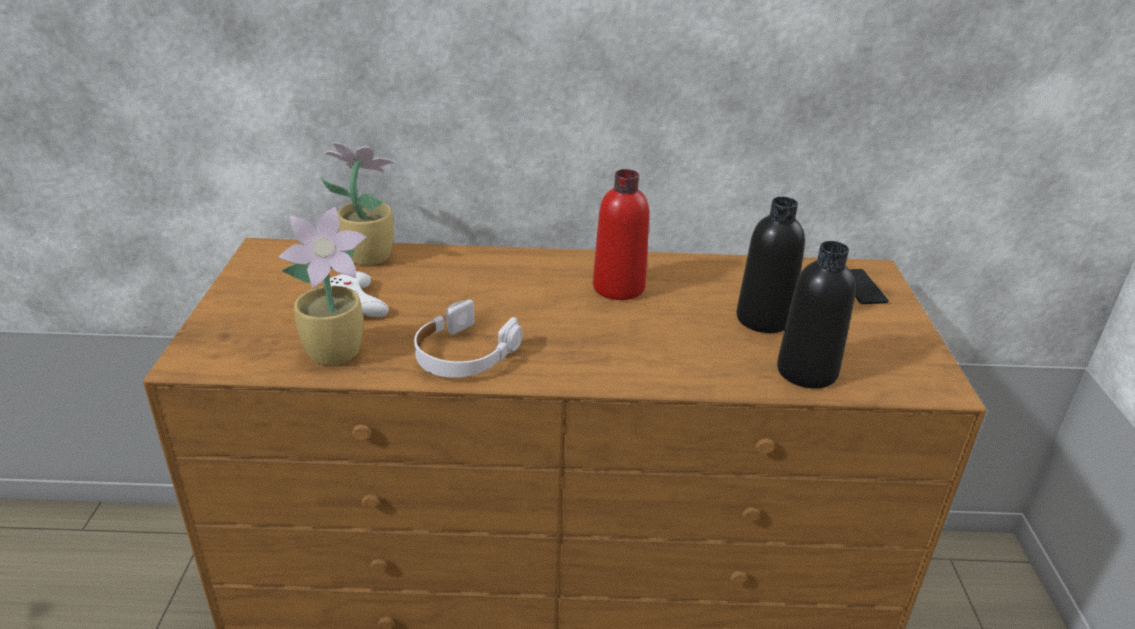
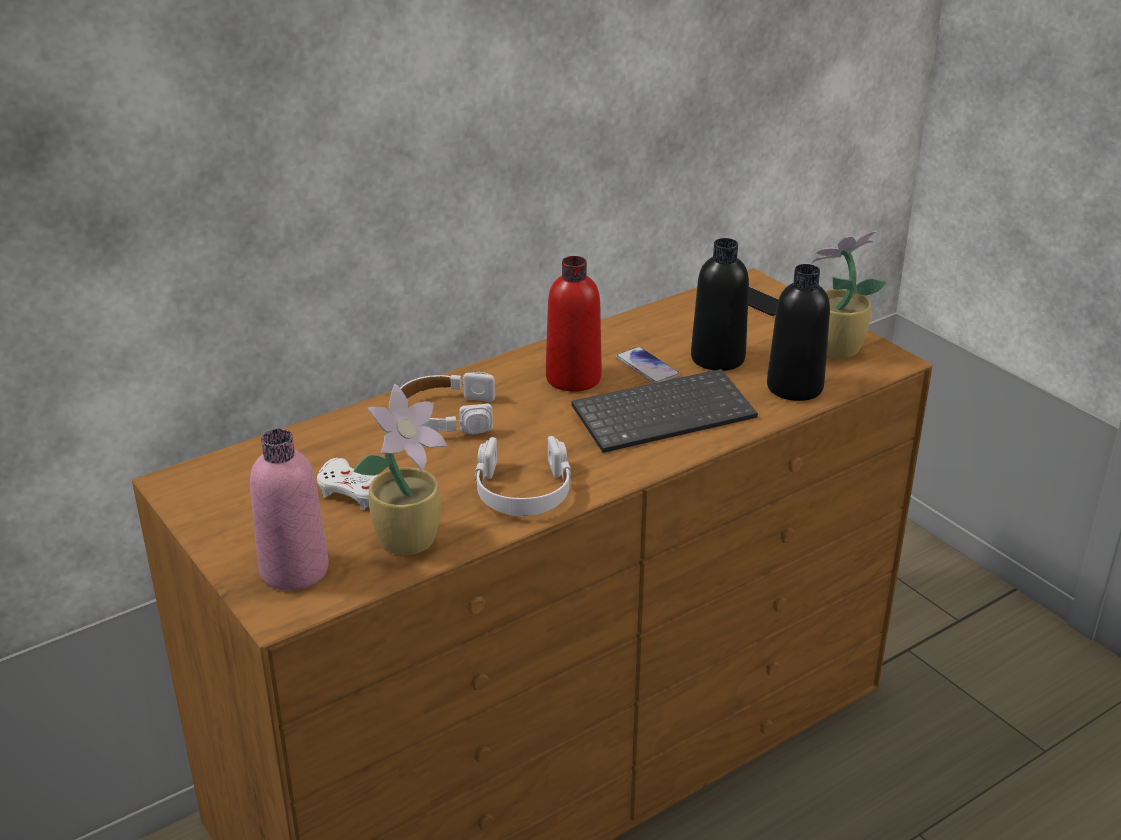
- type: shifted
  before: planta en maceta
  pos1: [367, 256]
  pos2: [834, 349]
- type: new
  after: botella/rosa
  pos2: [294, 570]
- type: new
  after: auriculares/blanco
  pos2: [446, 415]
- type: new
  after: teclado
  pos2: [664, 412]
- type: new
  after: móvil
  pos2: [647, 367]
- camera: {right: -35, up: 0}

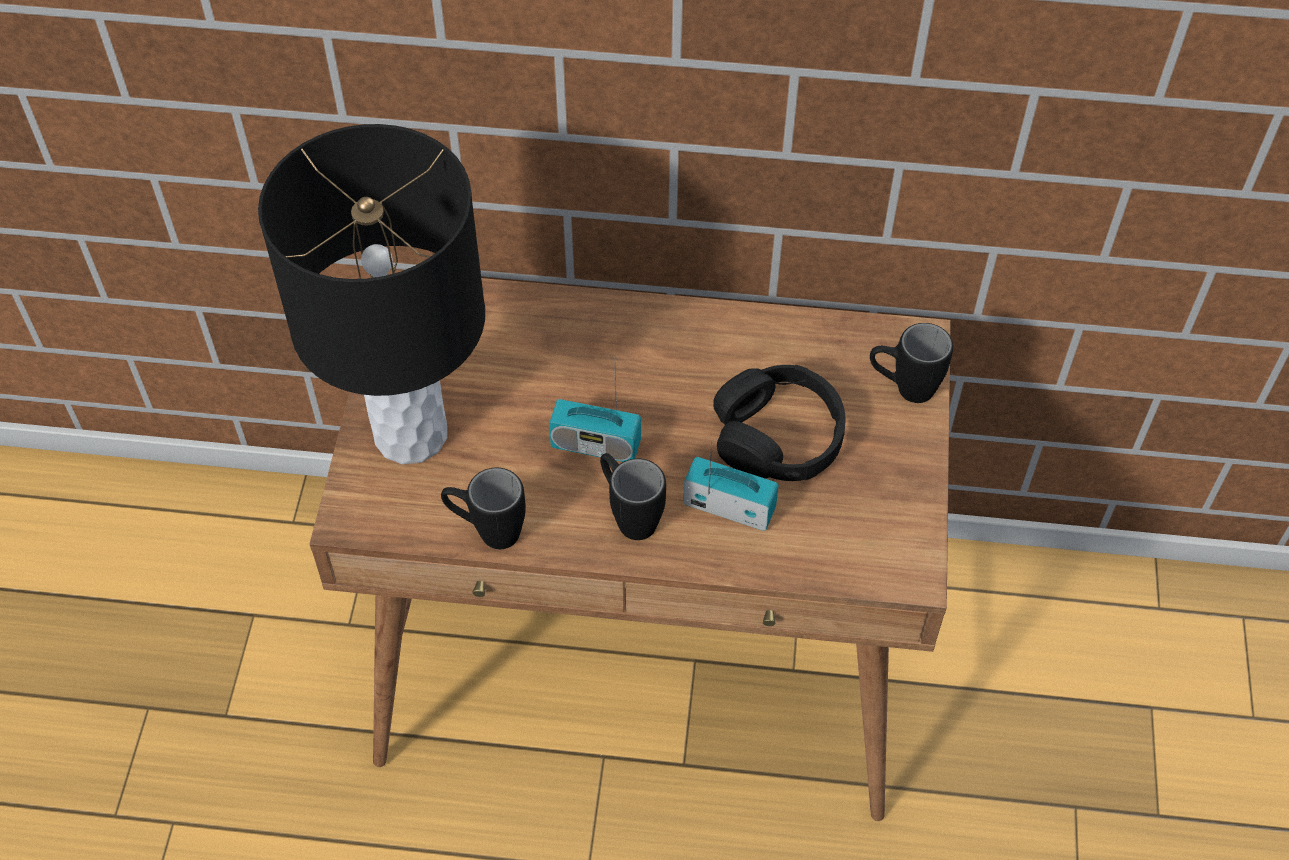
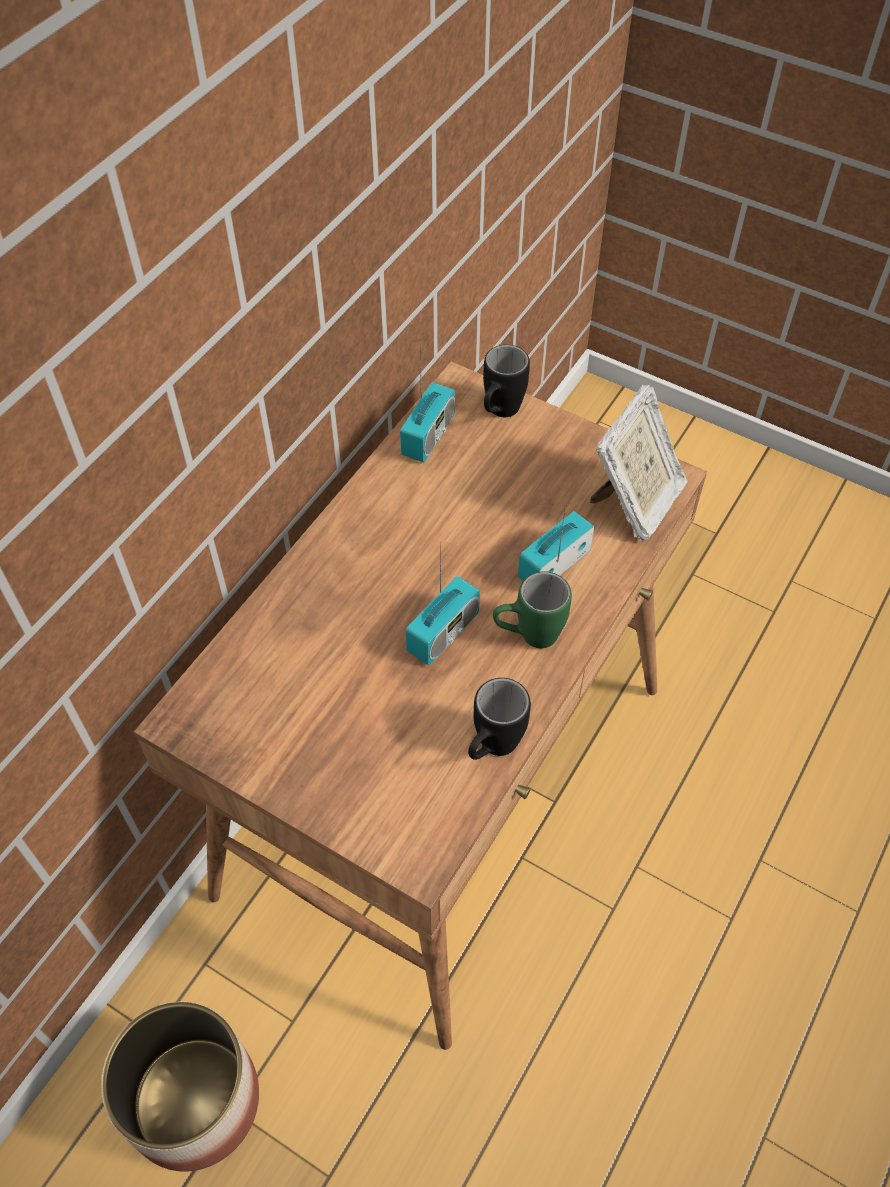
- type: gone
  before: lámpara de mesa/negro
  pos1: [412, 435]
- type: repainted
  before: taza grande/negro
  after: taza grande/verde
  pos1: [629, 515]
  pos2: [528, 636]
- type: gone
  before: auriculares/negro
  pos1: [778, 437]
- type: new
  after: maceta
  pos2: [193, 1100]
- type: new
  after: radio
  pos2: [428, 436]
- type: new
  after: portarretratos
  pos2: [635, 503]
- camera: {right: -65, up: 0}

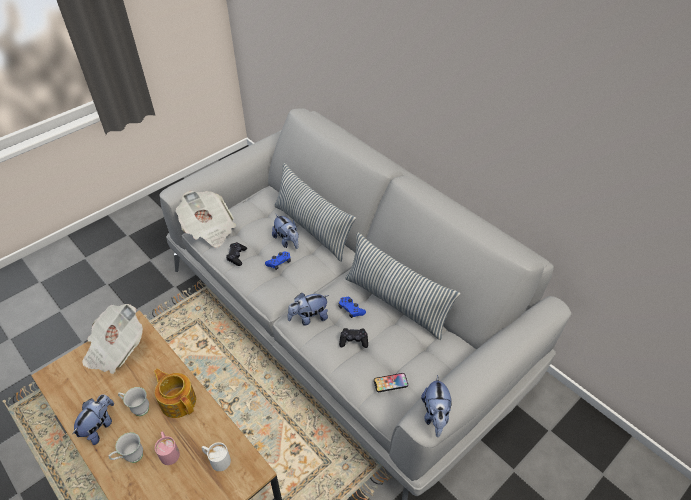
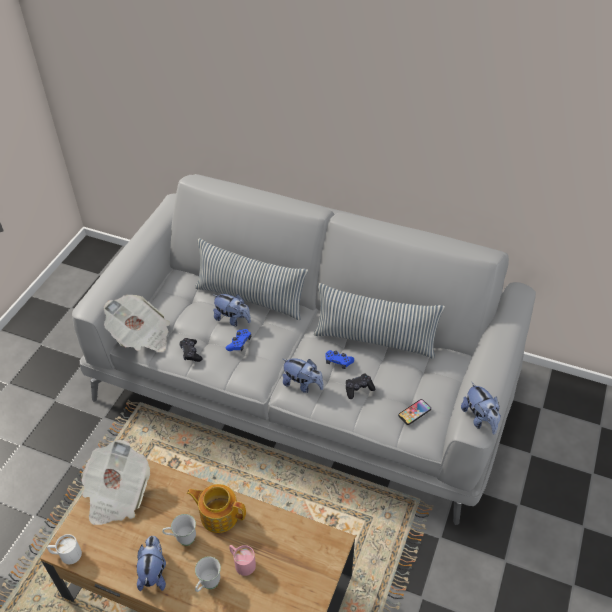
- type: shifted
  before: taza grande/blanco
  pos1: [216, 460]
  pos2: [66, 555]
- type: rotated
  before: peluche
  pos1: [309, 318]
  pos2: [302, 384]
  turn: -105
- camera: {right: -25, up: 0}

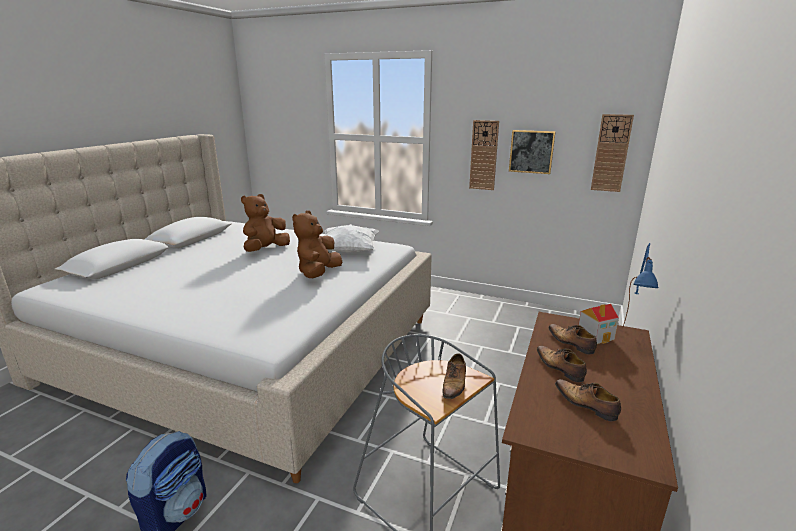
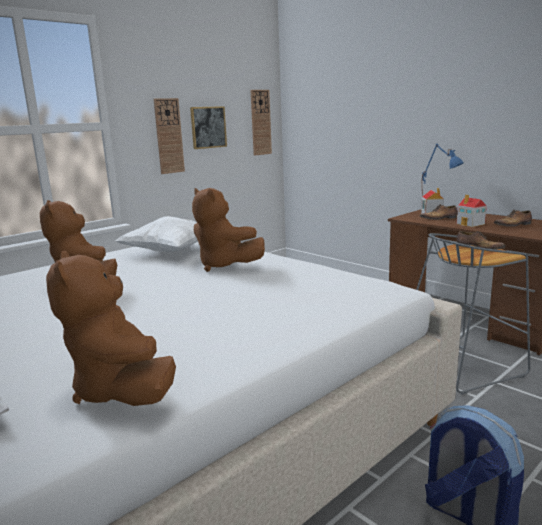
- type: swapped
  before: zapato
  after: casita
  pos1: [559, 368]
  pos2: [471, 224]
- type: new
  after: peluche/marrón
  pos2: [122, 390]
- camera: {right: -65, up: -5}

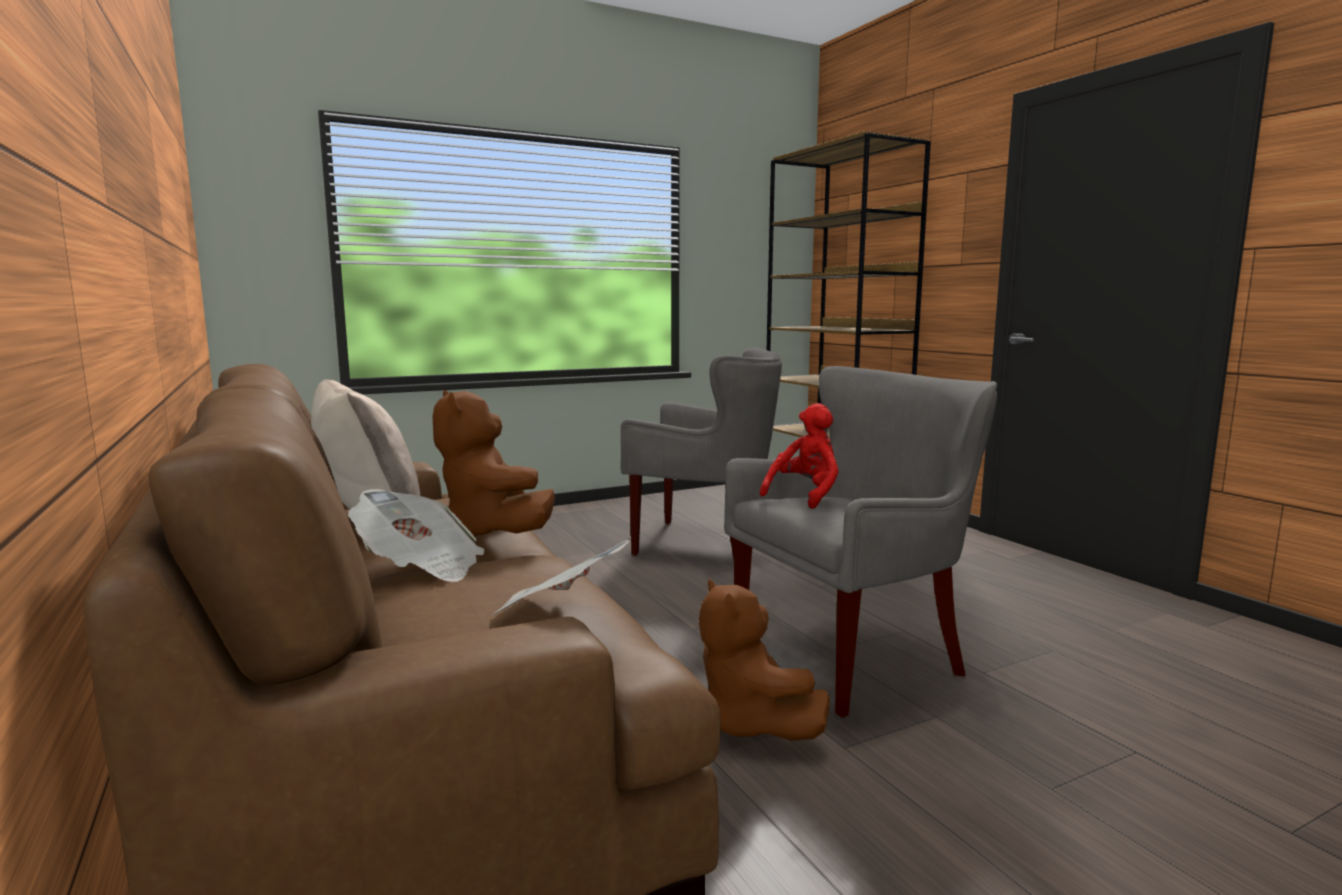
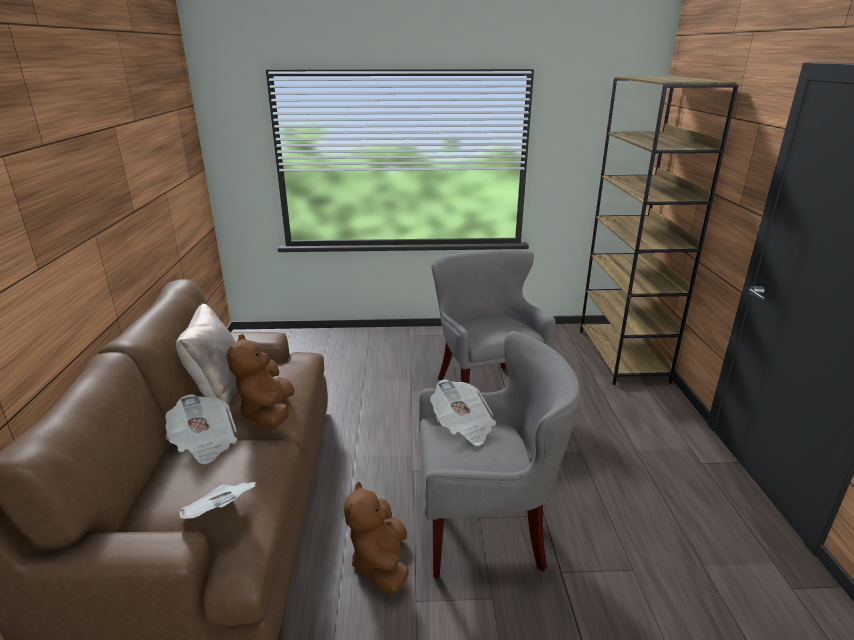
- type: rotated
  before: sillón/gris
  pos1: [704, 543]
  pos2: [485, 389]
  turn: -150
- type: swapped
  before: peluche/rojo
  after: periódico
  pos1: [805, 495]
  pos2: [463, 426]
- camera: {right: 25, up: 15}

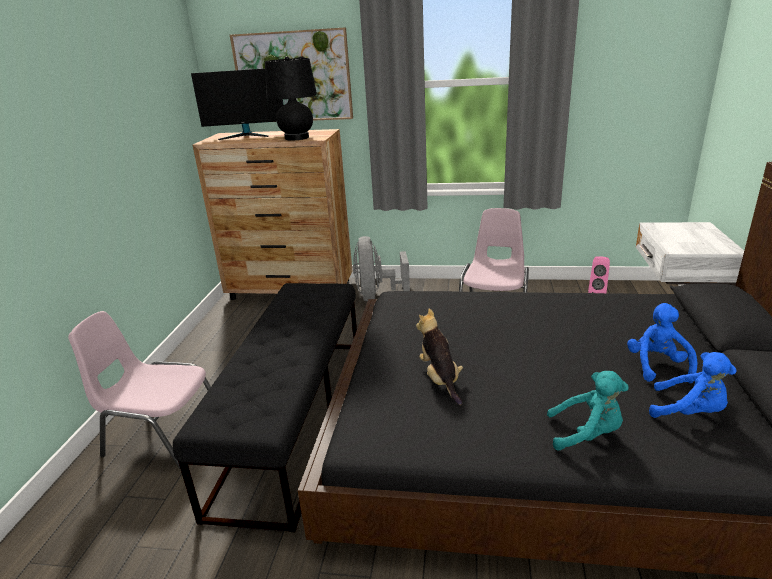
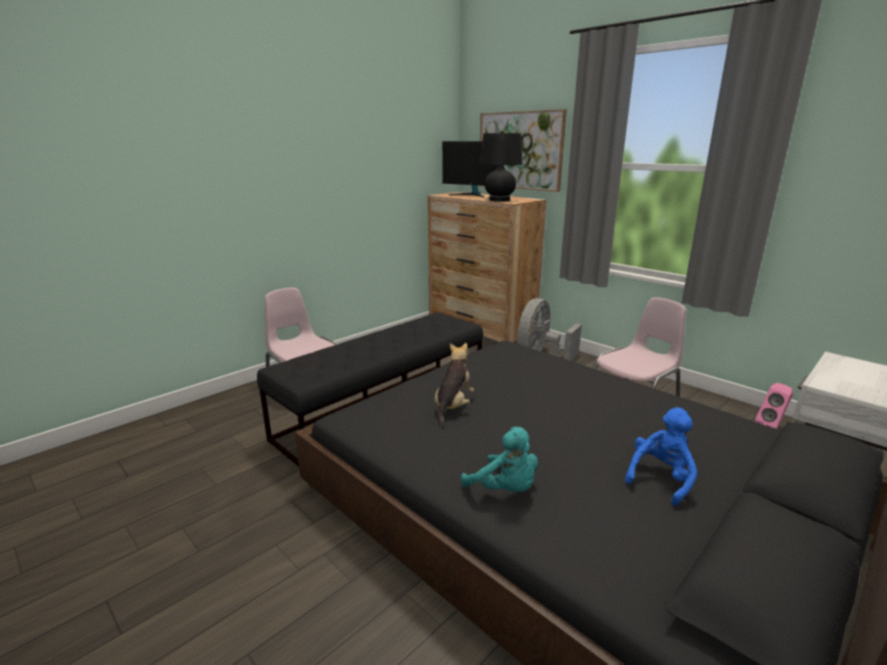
- type: gone
  before: peluche/azul
  pos1: [689, 412]
- camera: {right: 35, up: -5}

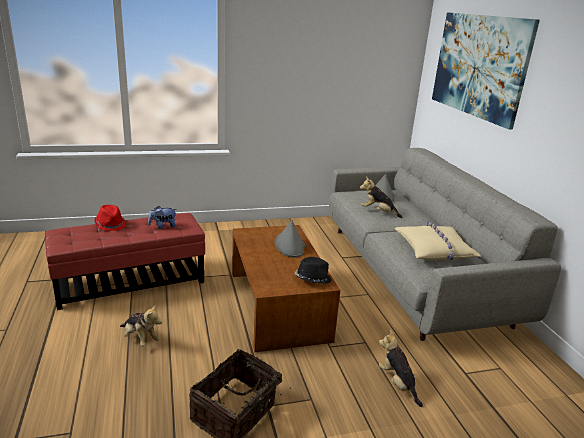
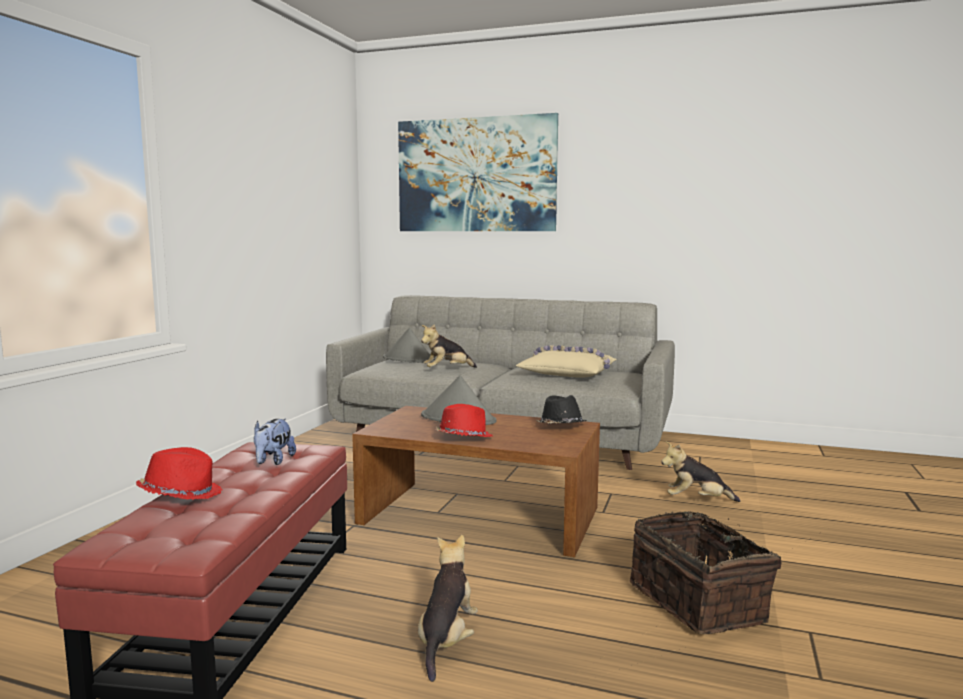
- type: rotated
  before: peluche
  pos1: [140, 338]
  pos2: [446, 641]
  turn: -60
- type: new
  after: sombrero/rojo
  pos2: [463, 438]
- camera: {right: -55, up: -15}

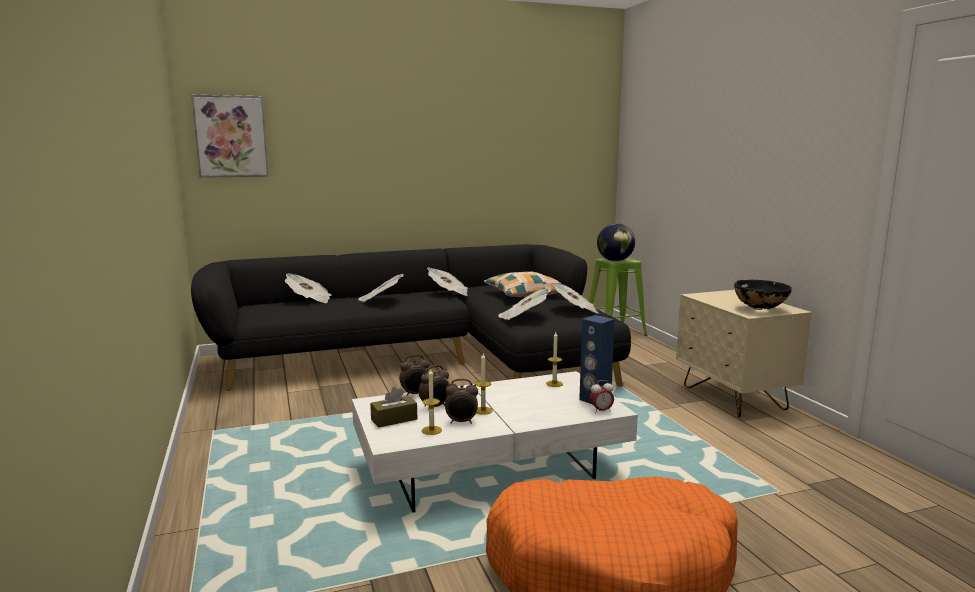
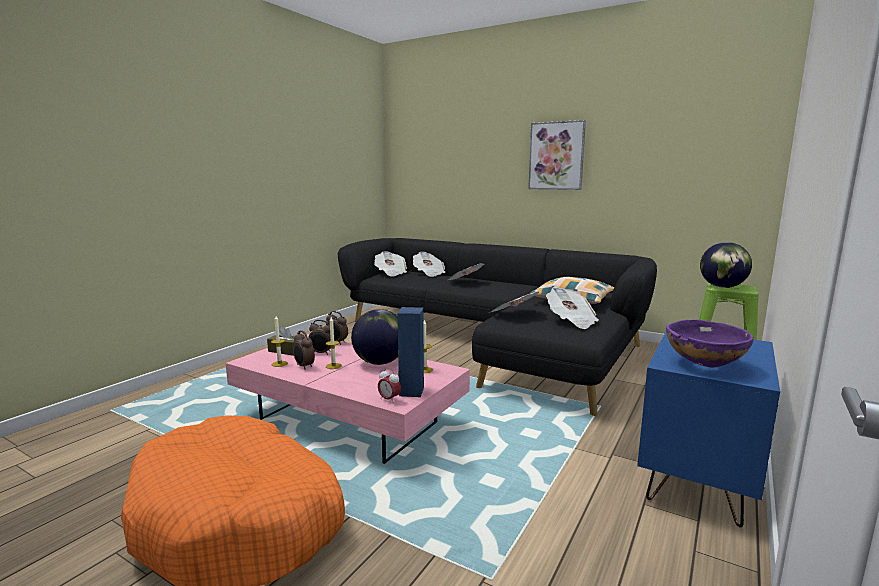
- type: shifted
  before: cuadro
  pos1: [231, 136]
  pos2: [556, 156]
- type: repainted
  before: mesa de centro/blanco
  after: mesa de centro/rosa
  pos1: [490, 470]
  pos2: [349, 421]
- type: shifted
  before: periódico
  pos1: [449, 293]
  pos2: [390, 273]
- type: repainted
  before: mesita de noche/beis
  after: mesita de noche/azul
  pos1: [734, 398]
  pos2: [697, 482]
- type: repainted
  before: cuenco/negro
  after: cuenco/morado
  pos1: [760, 309]
  pos2: [703, 365]
- type: new
  after: globo terráqueo
  pos2: [379, 362]
- camera: {right: 50, up: 0}

